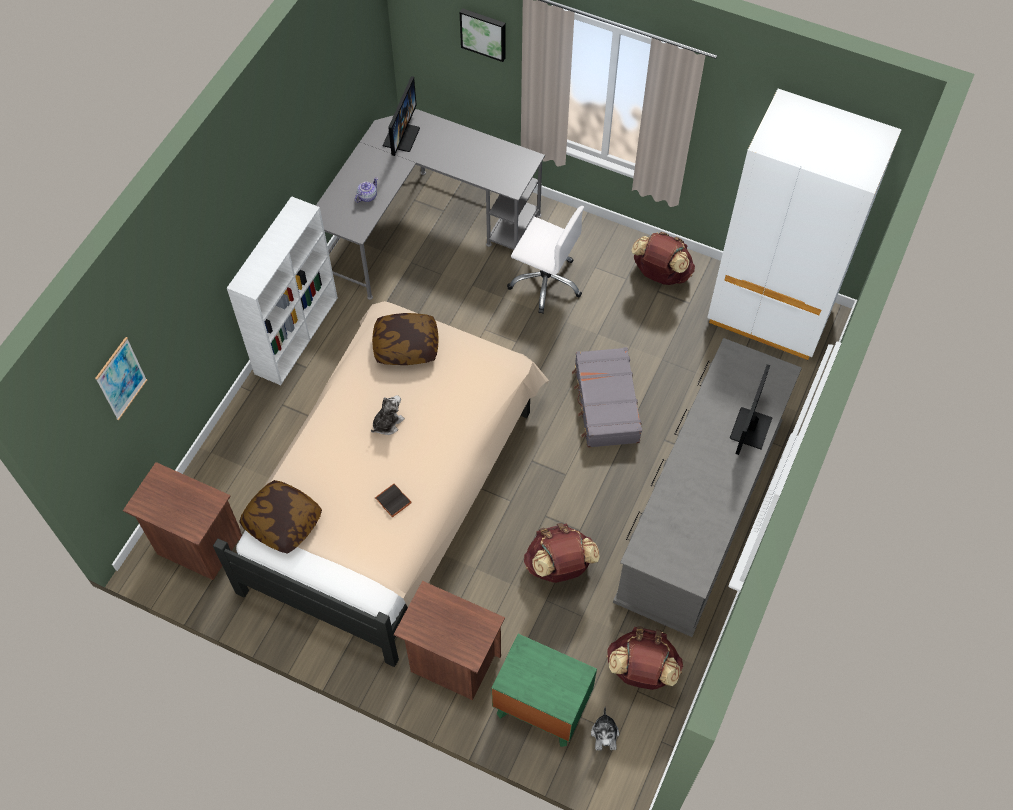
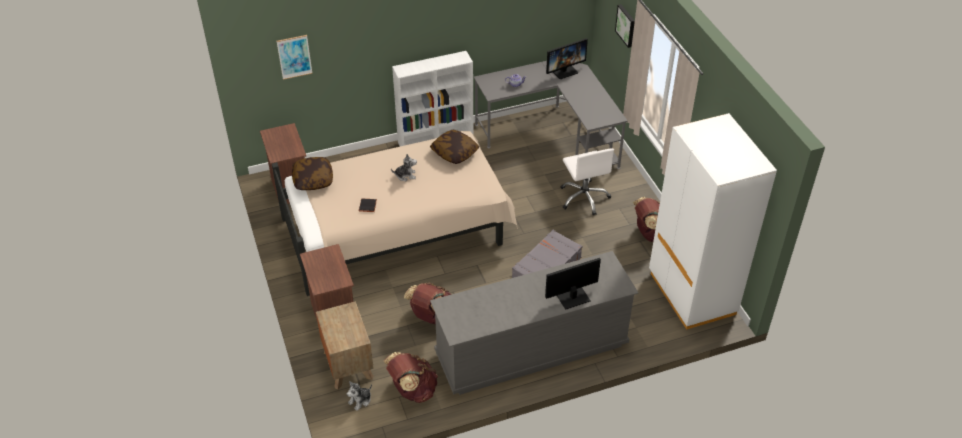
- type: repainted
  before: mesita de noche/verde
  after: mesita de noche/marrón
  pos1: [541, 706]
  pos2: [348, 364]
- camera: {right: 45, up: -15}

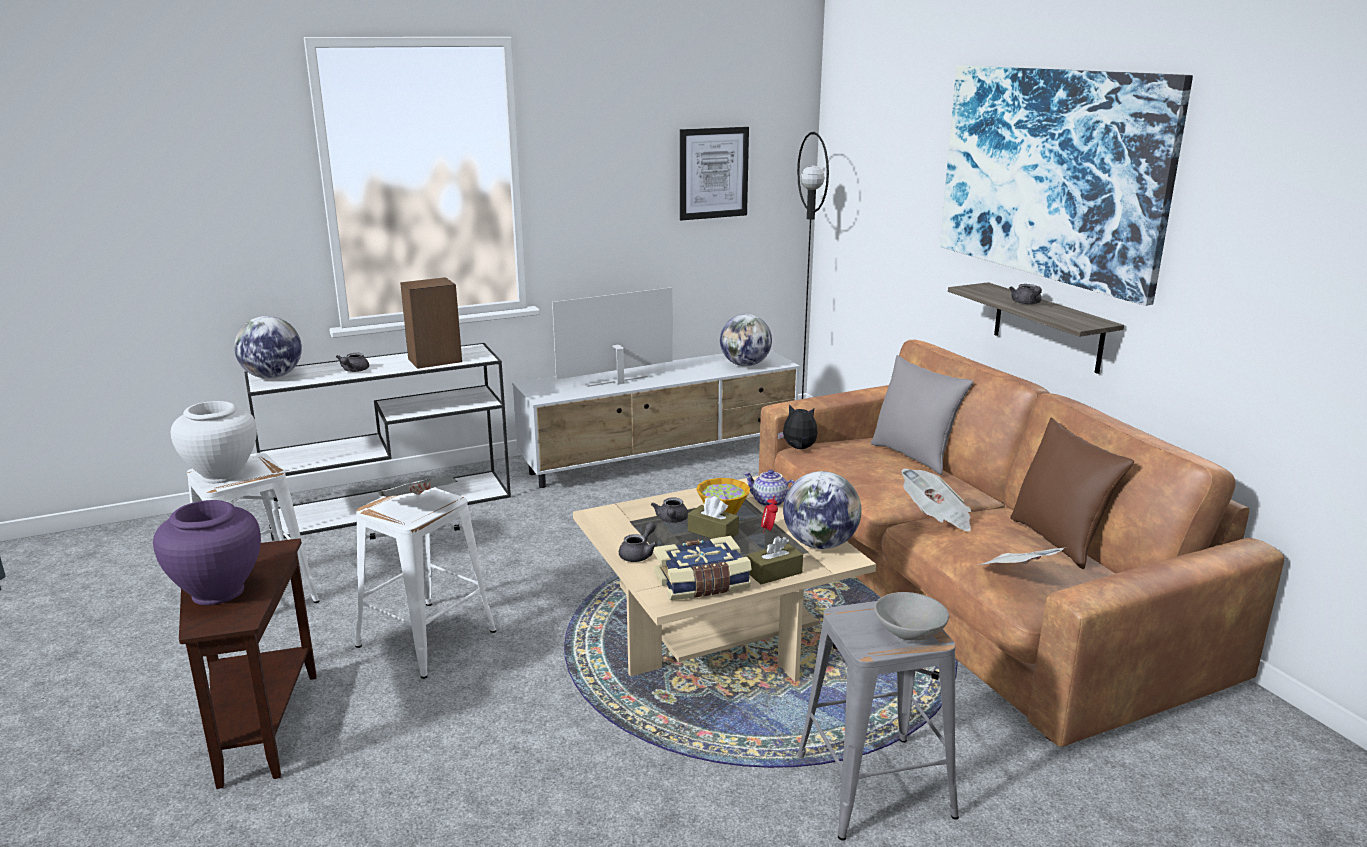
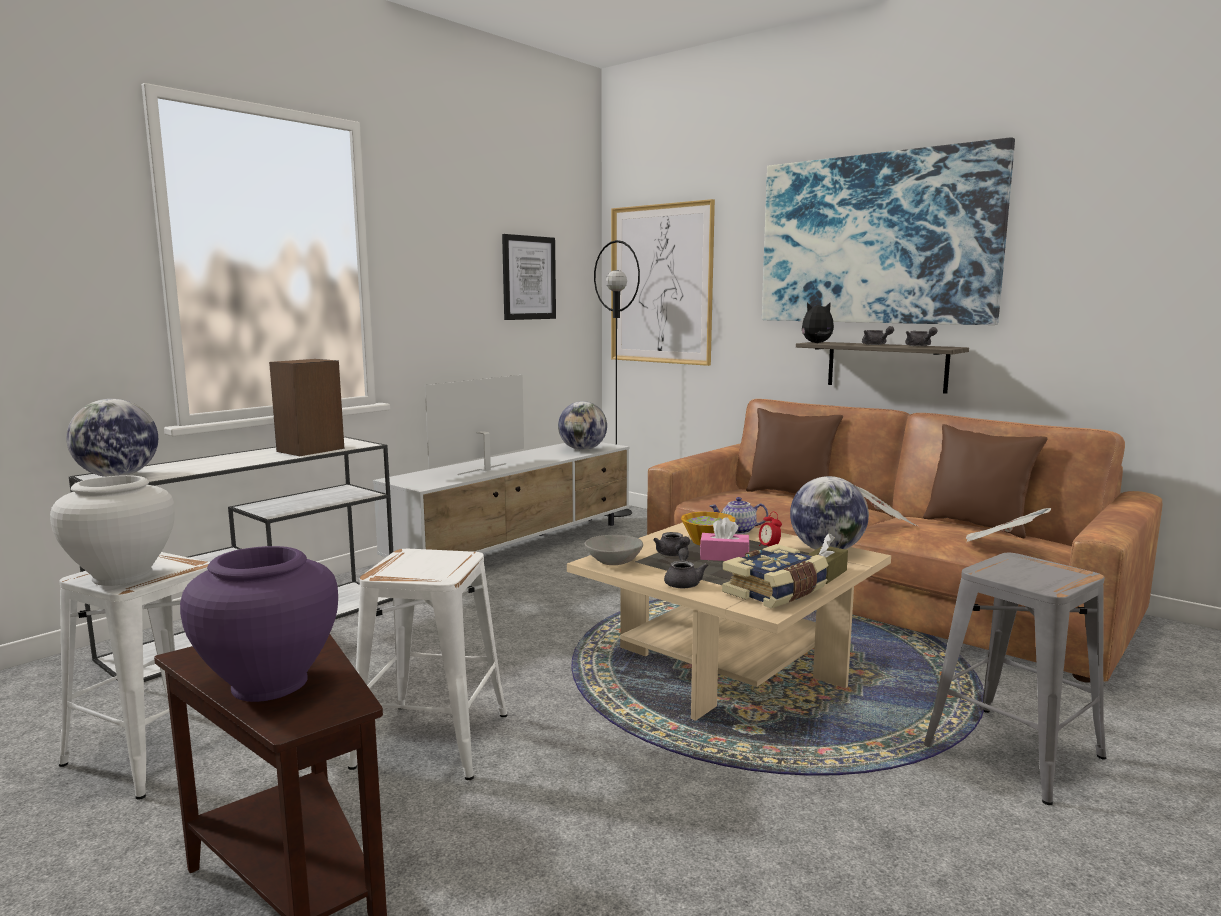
- type: shifted
  before: tetera/gris
  pos1: [353, 371]
  pos2: [919, 346]
- type: gone
  before: periódico
  pos1: [419, 507]
- type: repainted
  before: caja de pañuelos/marrón
  after: caja de pañuelos/rosa
  pos1: [713, 532]
  pos2: [724, 557]
- type: shifted
  before: peluche
  pos1: [798, 449]
  pos2: [817, 343]
- type: repainted
  before: cojín/gris
  after: cojín/marrón
  pos1: [914, 456]
  pos2: [791, 494]
- type: shifted
  before: cuenco/gris
  pos1: [909, 632]
  pos2: [613, 562]
- type: new
  after: cuadro
  pos2: [661, 284]
- camera: {right: -25, up: -10}

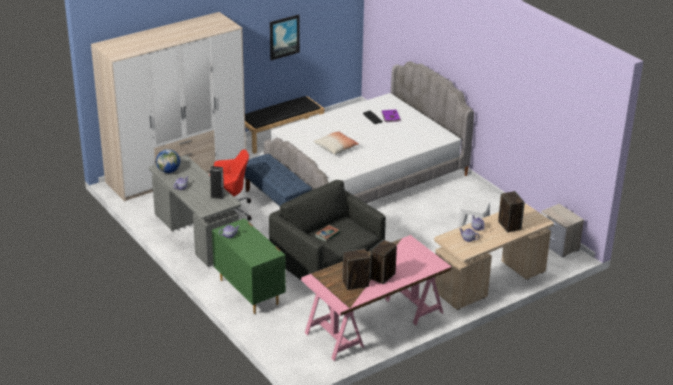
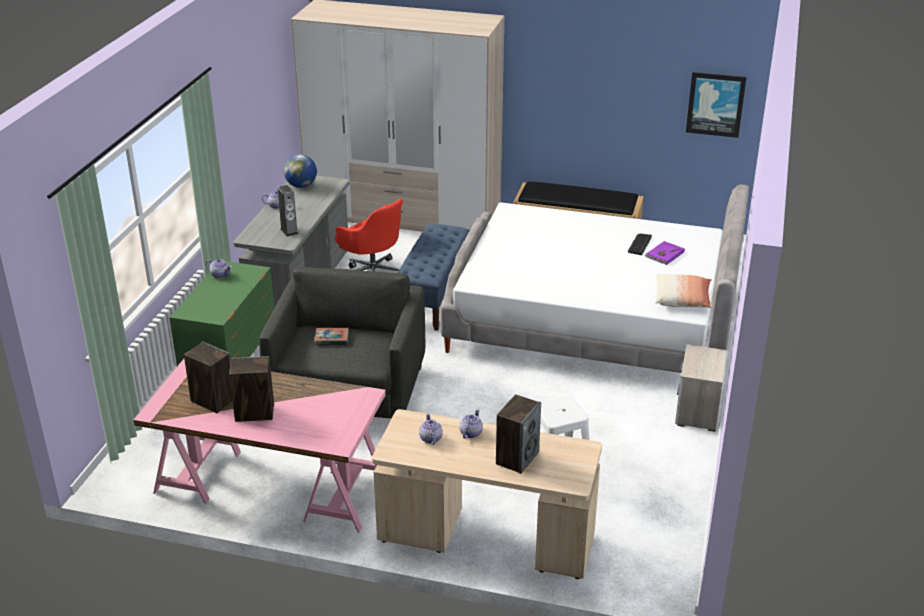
- type: shifted
  before: cuadro
  pos1: [284, 37]
  pos2: [715, 104]
- type: shifted
  before: cojín
  pos1: [336, 148]
  pos2: [682, 300]
- type: shifted
  before: mesita de noche
  pos1: [558, 246]
  pos2: [697, 412]
- camera: {right: 50, up: 0}

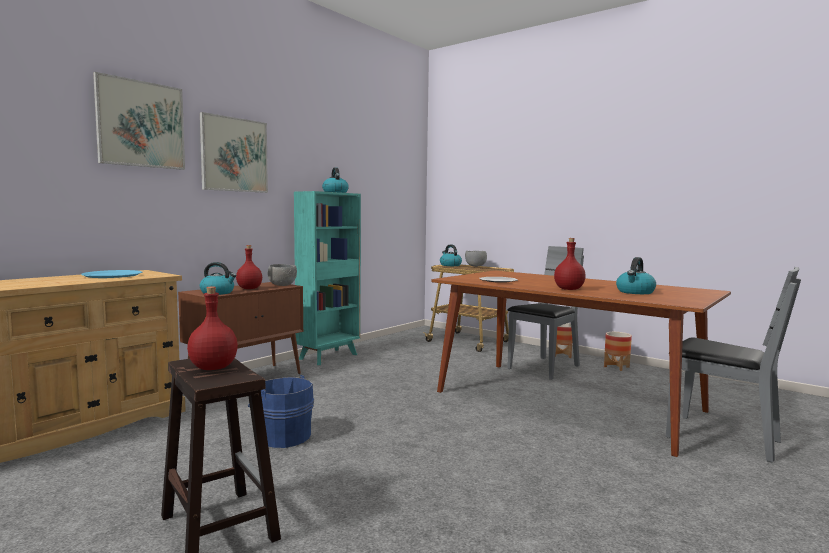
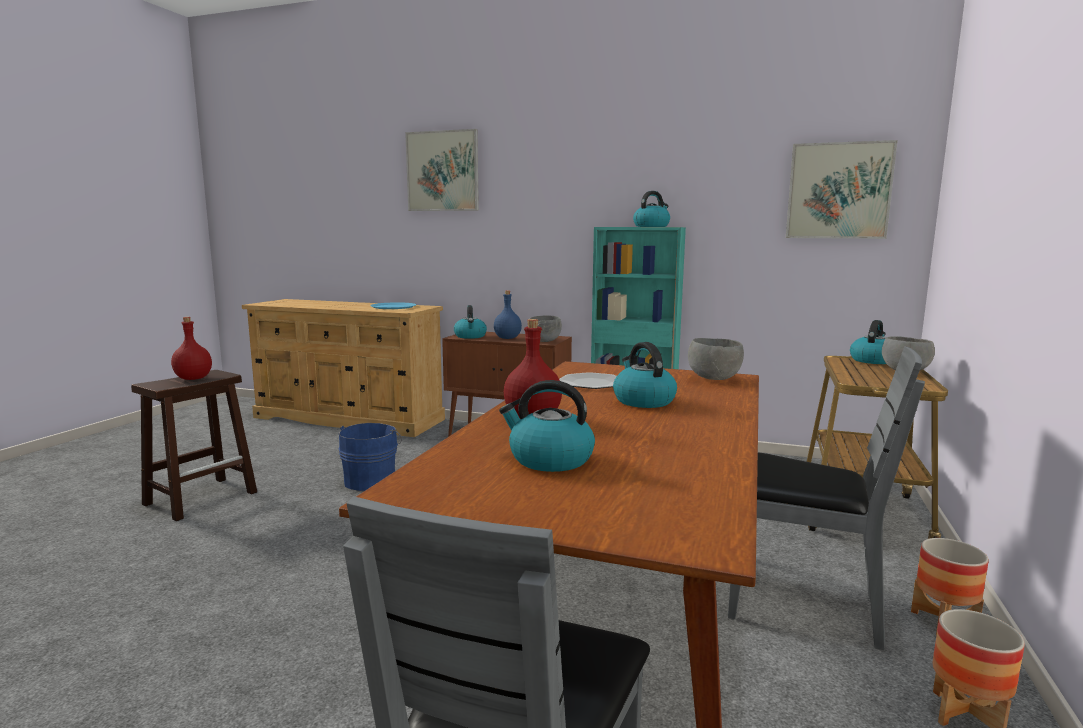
- type: shifted
  before: cuadro
  pos1: [234, 155]
  pos2: [838, 191]
- type: repainted
  before: botella/rojo
  after: botella/azul
  pos1: [250, 288]
  pos2: [508, 338]
- type: new
  after: hervidor
  pos2: [643, 401]
- type: new
  after: cuenco/gris
  pos2: [714, 378]
- camera: {right: 70, up: 5}

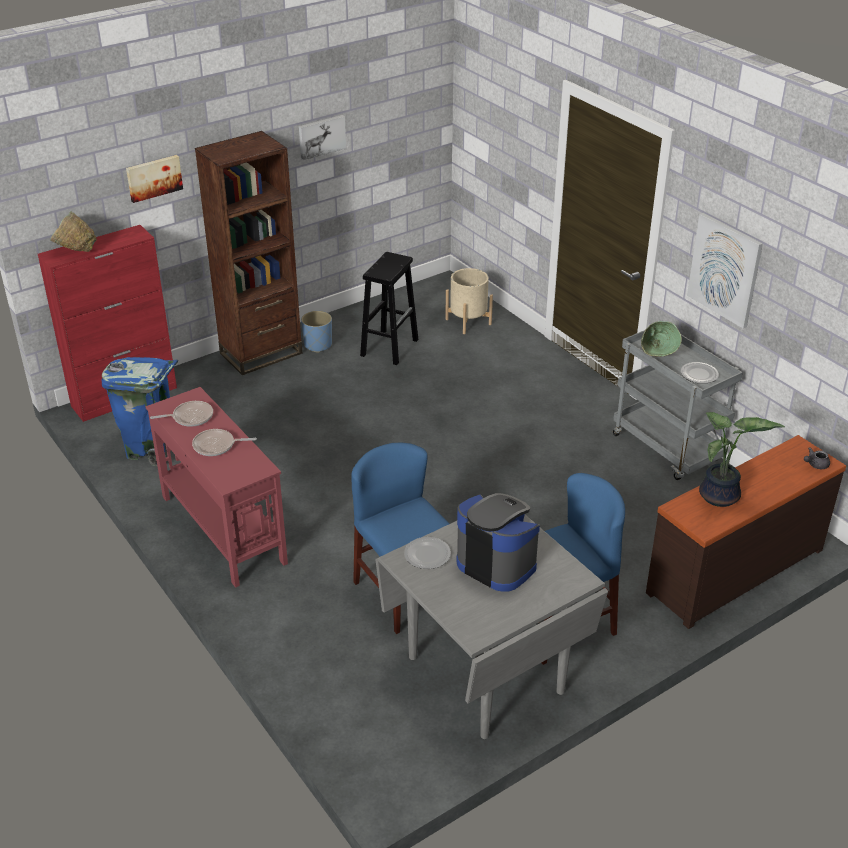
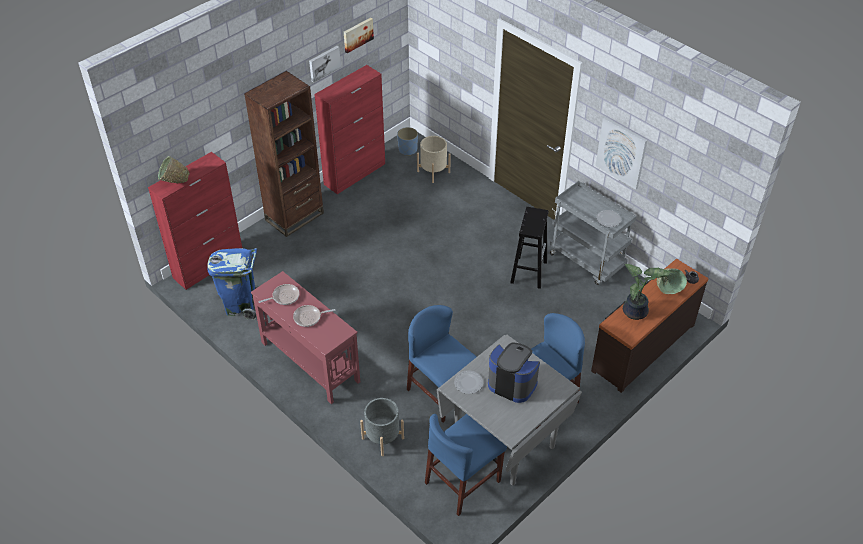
- type: shifted
  before: cuadro
  pos1: [154, 177]
  pos2: [357, 34]
- type: shifted
  before: maceta/azul
  pos1: [318, 345]
  pos2: [407, 150]
- type: shifted
  before: taburete/negro
  pos1: [389, 347]
  pos2: [528, 271]
- type: shifted
  before: cuenco/verde
  pos1: [657, 358]
  pos2: [667, 291]
- type: new
  after: armario/rojo
  pos2: [355, 174]
- type: new
  after: maceta/gris
  pos2: [383, 438]
- type: new
  after: silla/azul
  pos2: [463, 482]
- camera: {right: -10, up: 10}

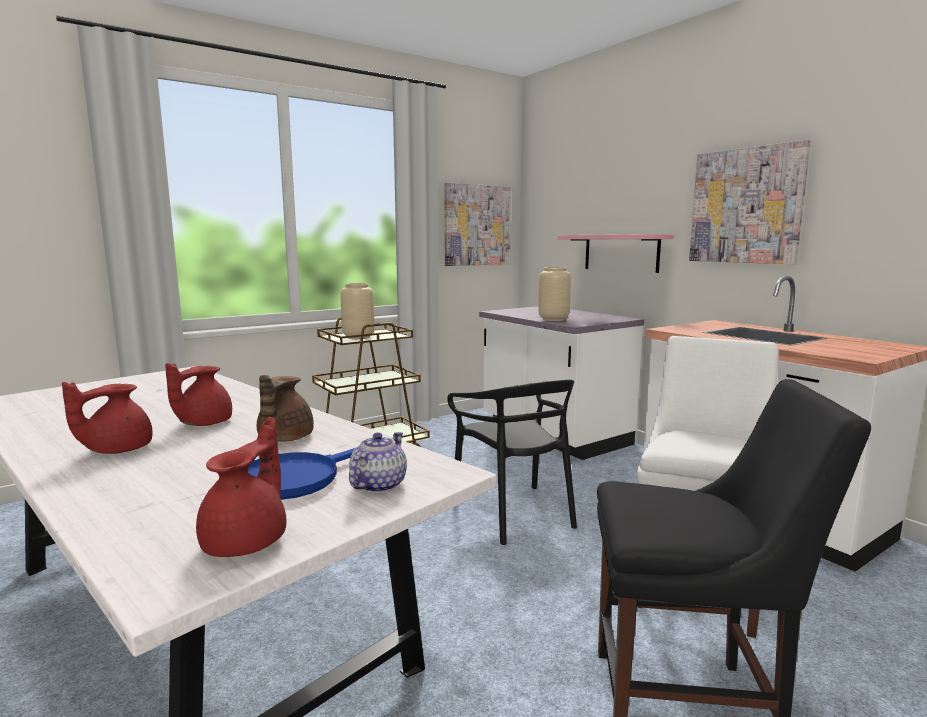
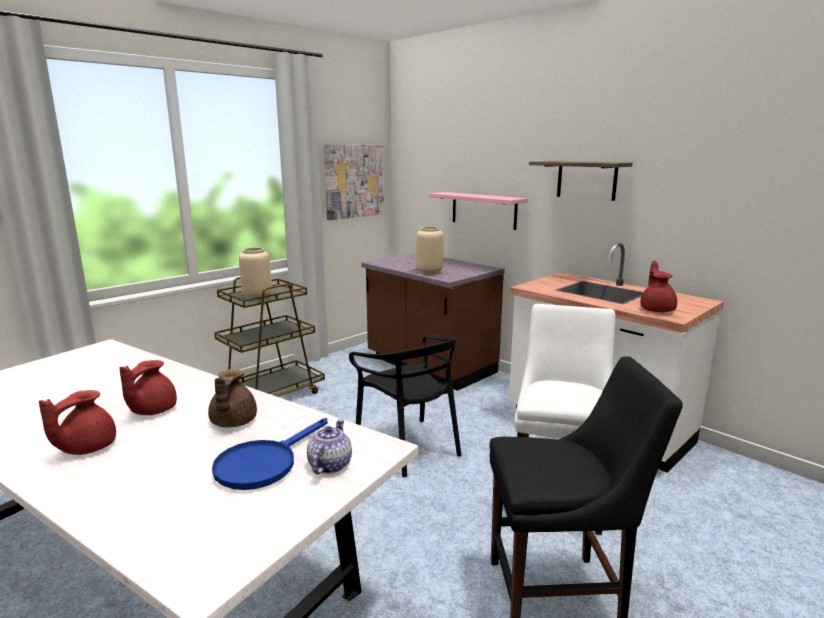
- type: shifted
  before: tetera/rojo
  pos1: [248, 541]
  pos2: [657, 309]
- type: repainted
  before: mueble bajo de cocina/blanco
  after: mueble bajo de cocina/marrón
  pos1: [553, 434]
  pos2: [430, 366]
- type: swapped
  before: cuadro
  after: estante
  pos1: [746, 206]
  pos2: [586, 180]
- camera: {right: -10, up: 5}

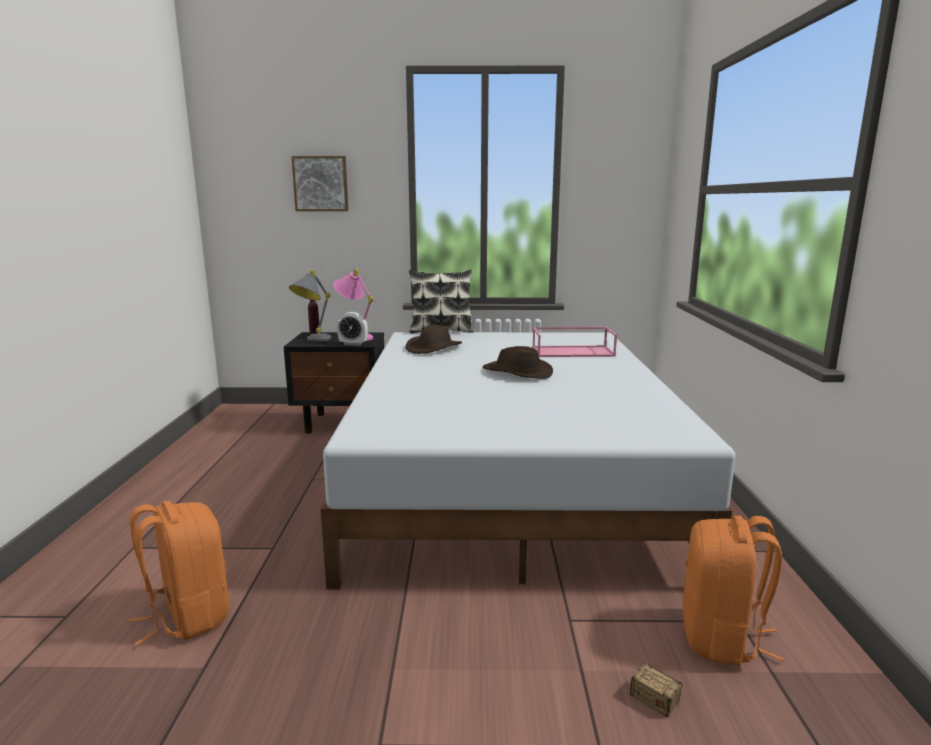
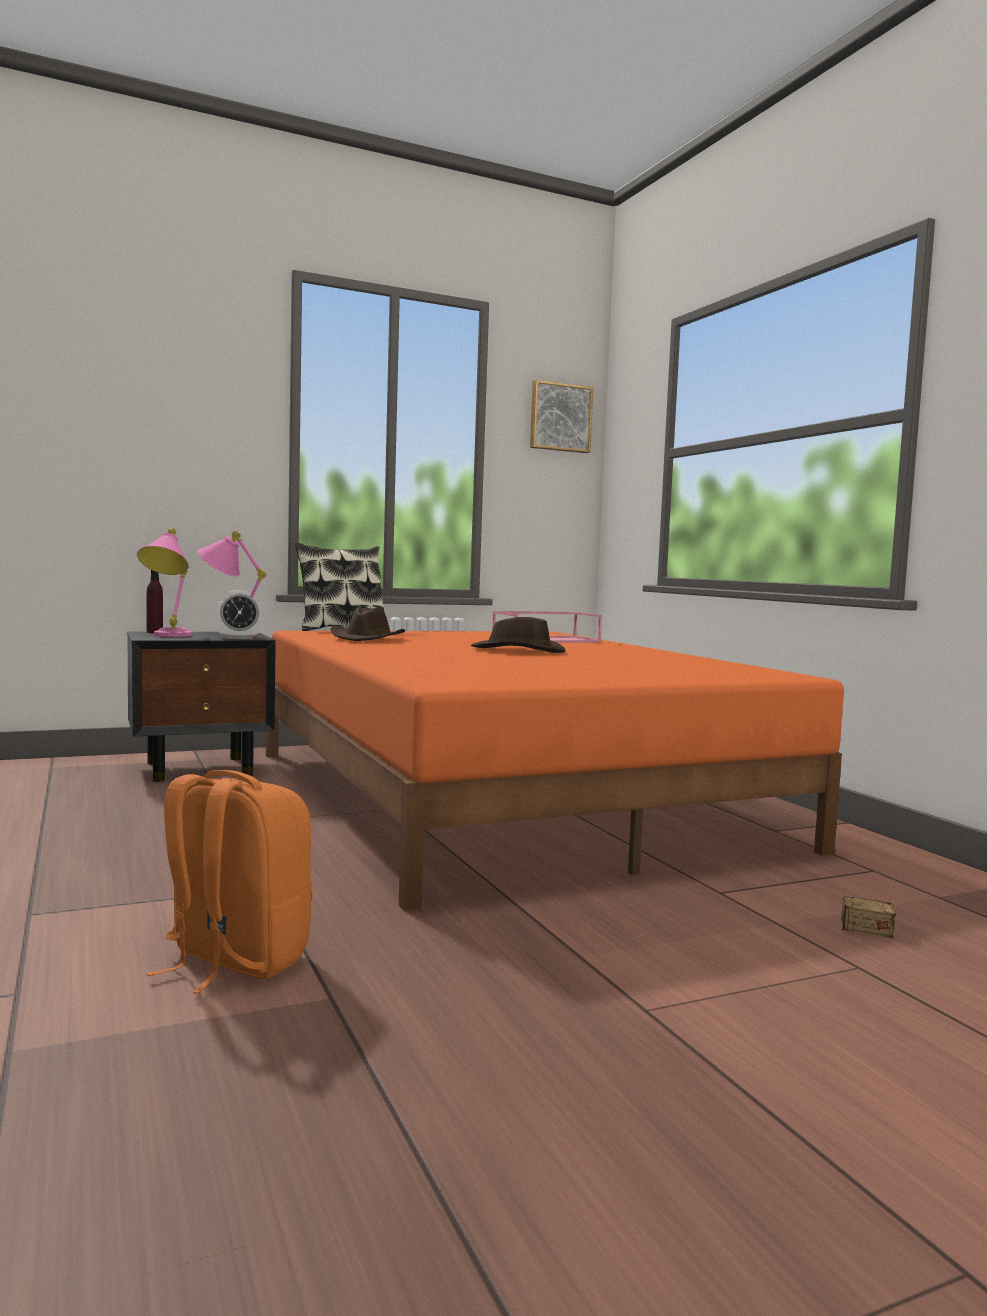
- type: repainted
  before: lámpara de mesa/gris
  after: lámpara de mesa/rosa
  pos1: [312, 340]
  pos2: [166, 636]
- type: shifted
  before: cuadro
  pos1: [321, 184]
  pos2: [560, 417]
- type: repainted
  before: cama/blanco
  after: cama/naranja
  pos1: [509, 476]
  pos2: [504, 796]
- type: gone
  before: mochila/naranja
  pos1: [721, 638]
- camera: {right: -25, up: -10}

